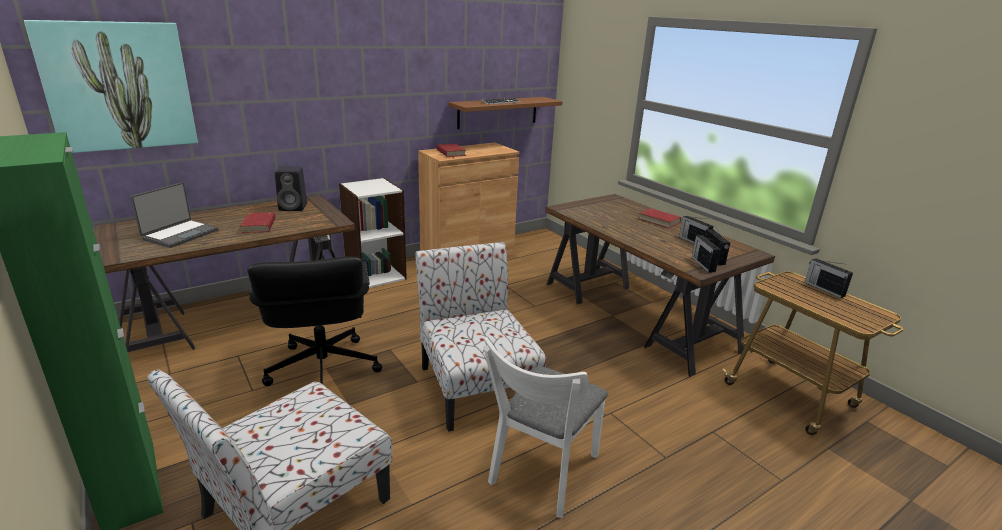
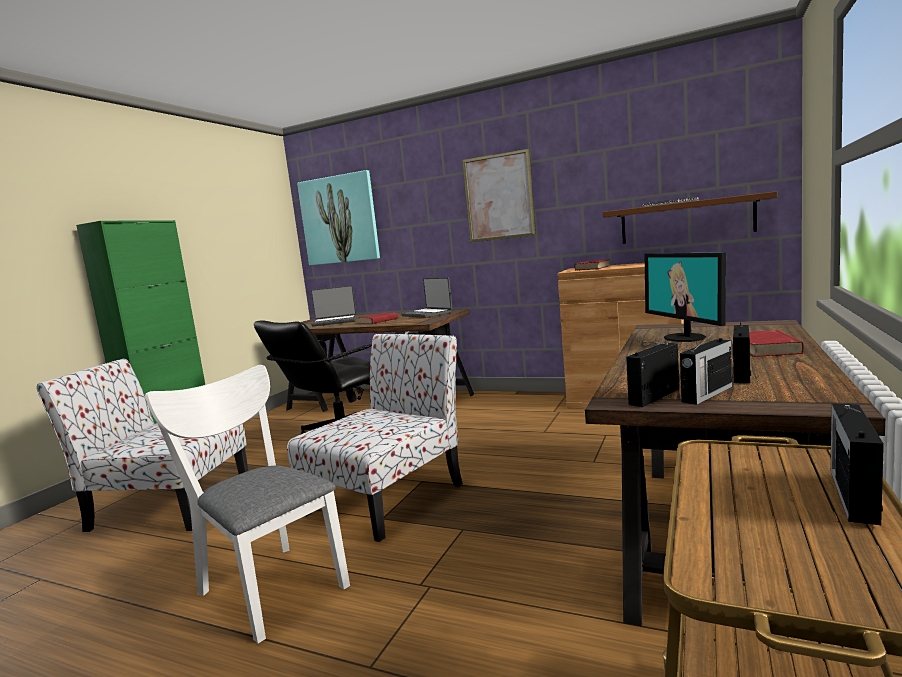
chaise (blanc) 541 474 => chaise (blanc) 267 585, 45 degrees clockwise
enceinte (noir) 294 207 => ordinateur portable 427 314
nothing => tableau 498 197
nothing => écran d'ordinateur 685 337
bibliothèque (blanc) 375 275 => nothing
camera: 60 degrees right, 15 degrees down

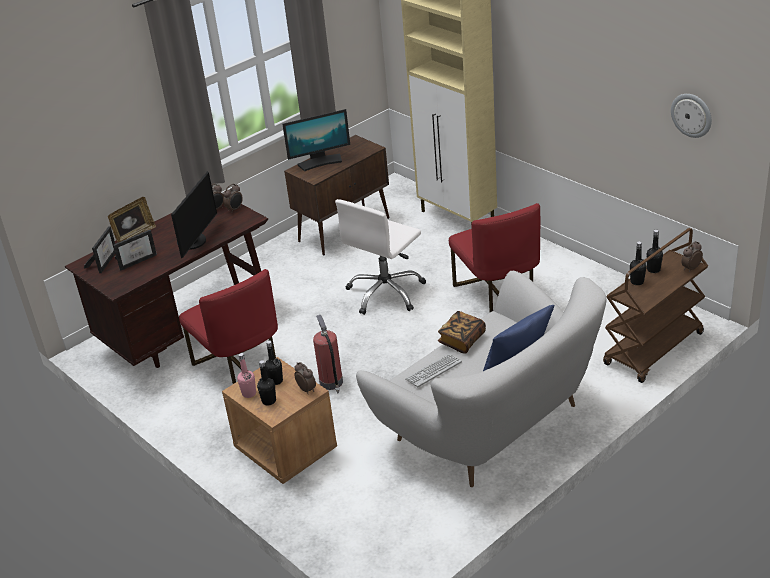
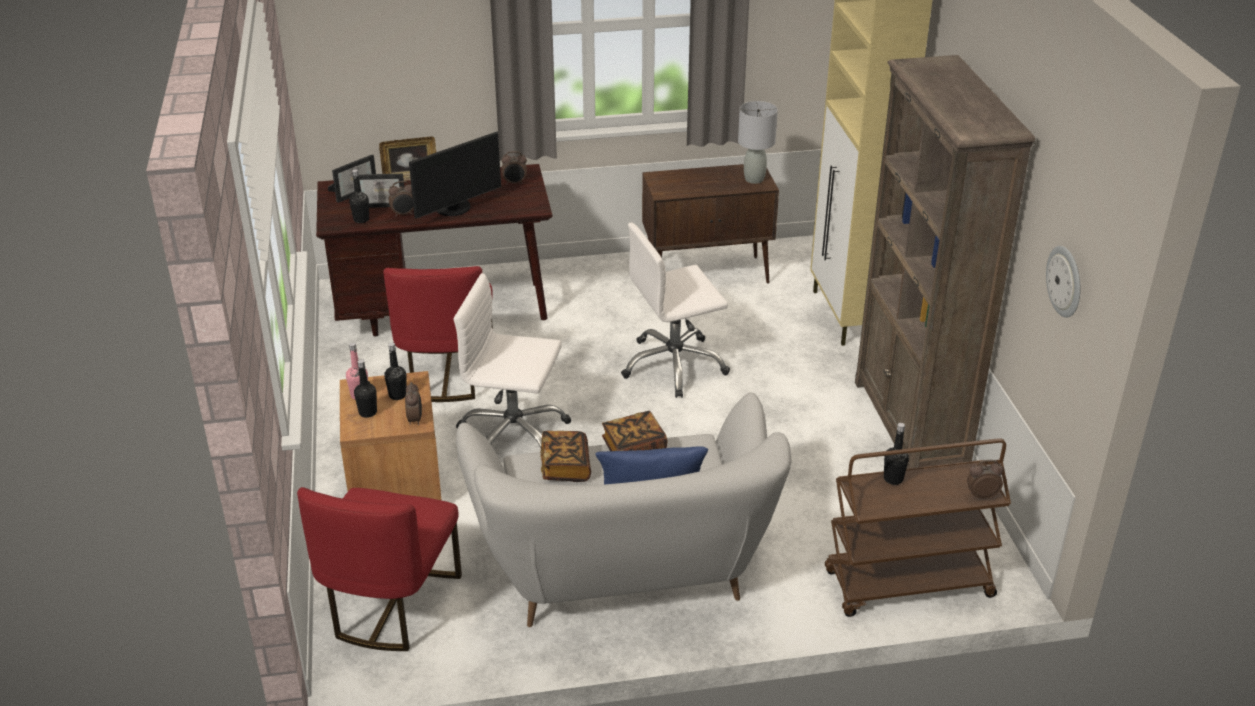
chaise (rouge) 497 294 => chaise (rouge) 391 605, shifted
bouteille (noir) 653 269 => bouteille (noir) 361 219, shifted
réveil 235 209 => réveil 403 214, shifted
extincteur 331 383 => chaise de bureau (blanc) 513 436
clavier 433 371 => livre 565 467
nothing => lampe de table (gris) 754 179
nothing => bibliothèque (marron) 909 427
écran d'ordinateur 320 162 => nothing
camera: 30 degrees right, 0 degrees up

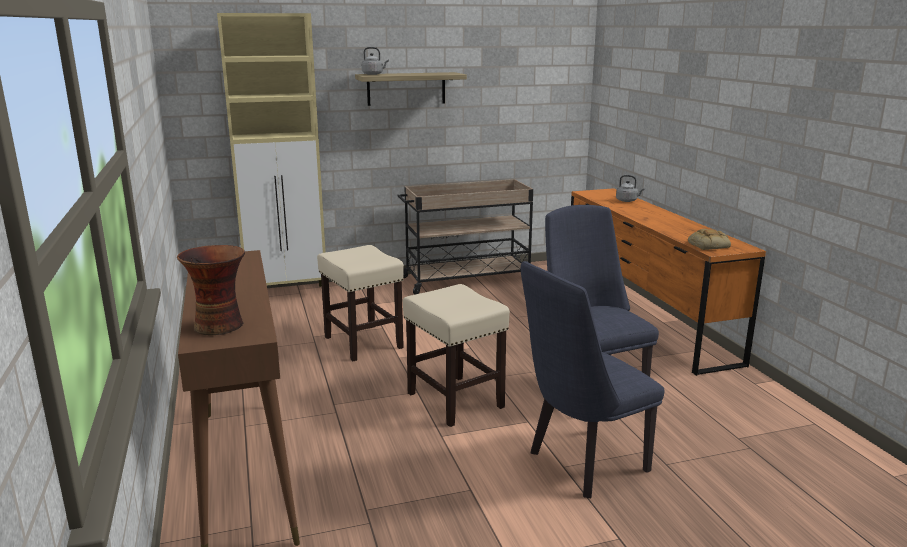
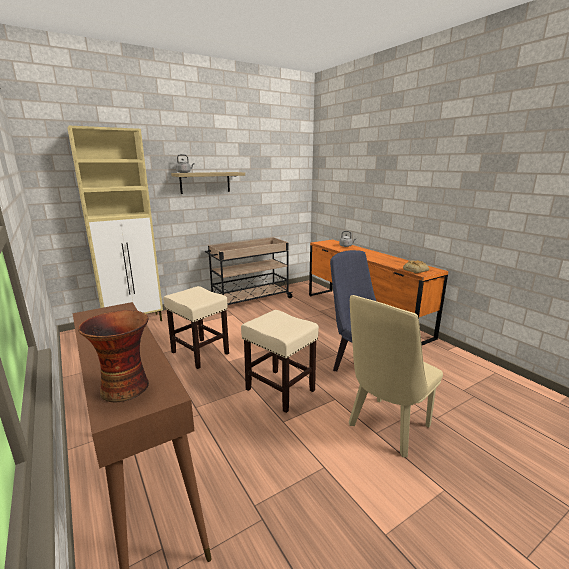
chaise (bleu) 581 465 => chaise (beige) 386 429
camera: 15 degrees left, 0 degrees up

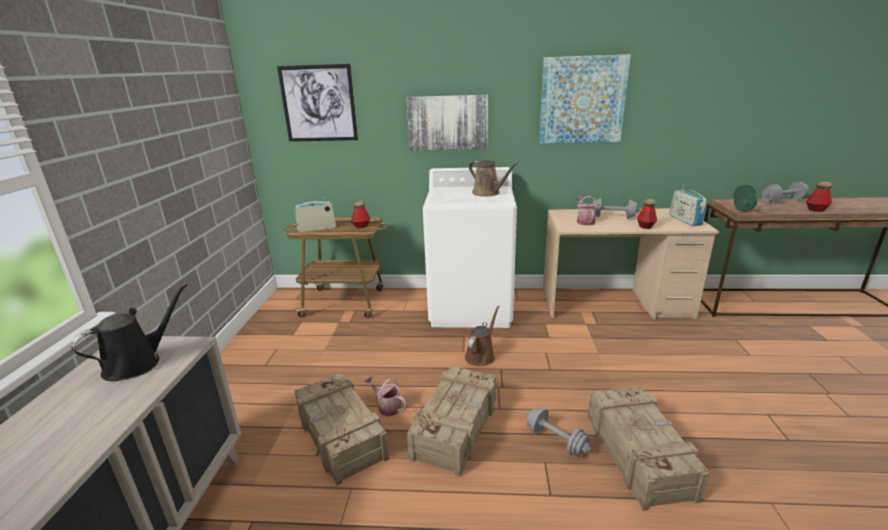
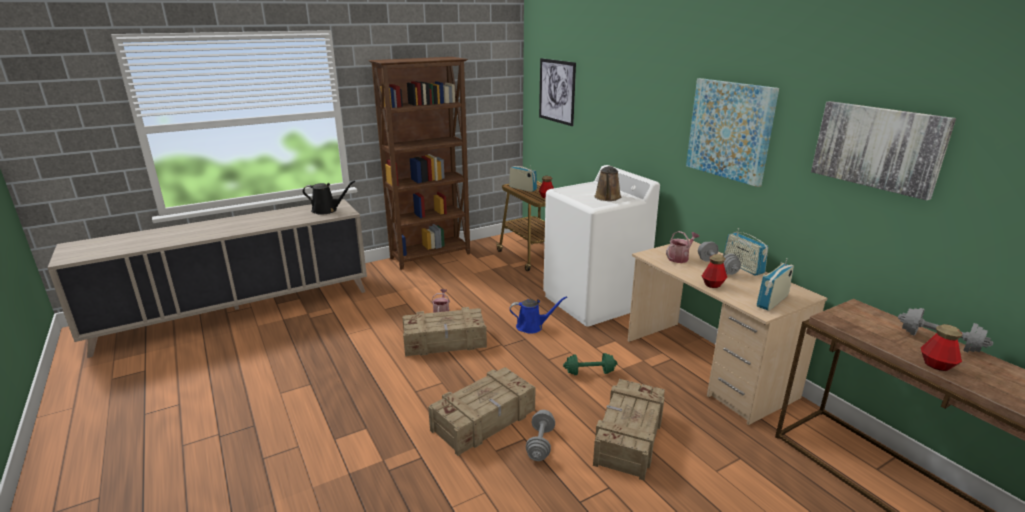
nothing => bibliothèque (marron) 431 256
arrosoir (marron) 481 355 => arrosoir (bleu) 532 326
haltère (gris) 556 441 => haltère (gris) 540 444, shifted
haltère (vert) 742 207 => haltère (vert) 589 372, shifted
caisse 340 436 => caisse 628 437, shifted
nothing => radio 742 267
tableau 448 122 => tableau 878 147, shifted
camera: 55 degrees right, 0 degrees up

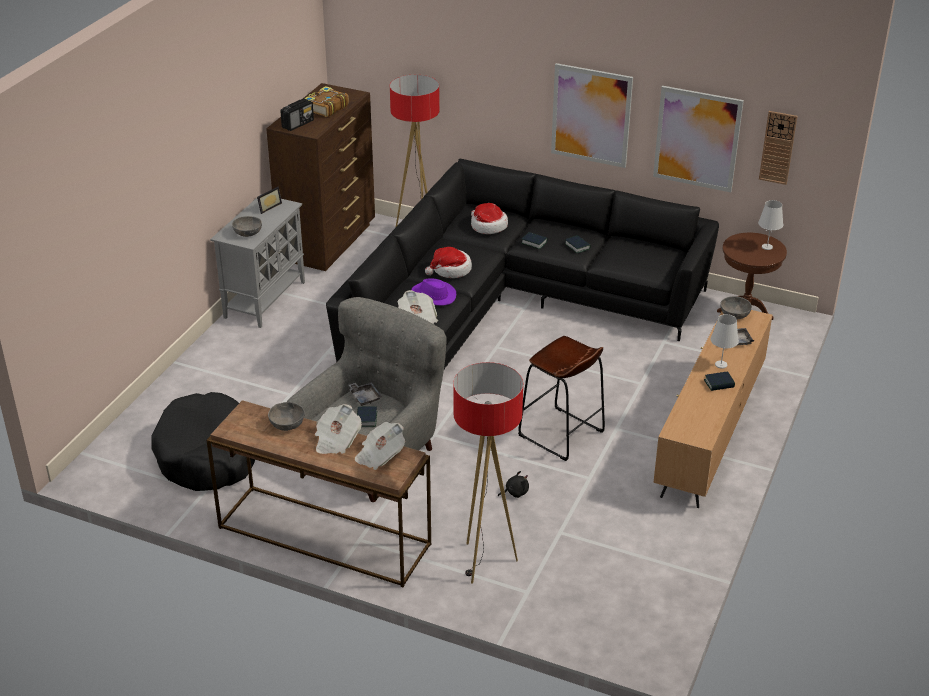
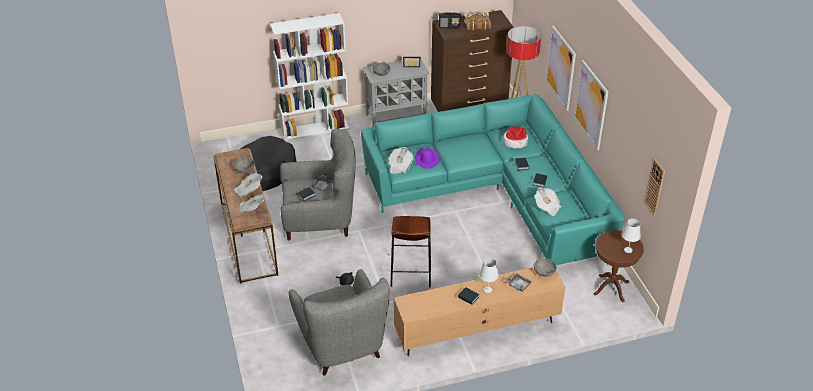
nothing => bibliothèque (blanc) 315 129
nothing => fauteuil (gris) 341 344
canapé (noir) 507 304 => canapé (turquoise) 498 194
nothing => journal 547 207
tableau 697 138 => tableau 561 68, shifted
chapeau 450 270 => nothing
lampadaire 485 562 => nothing
camera: 50 degrees right, 5 degrees up

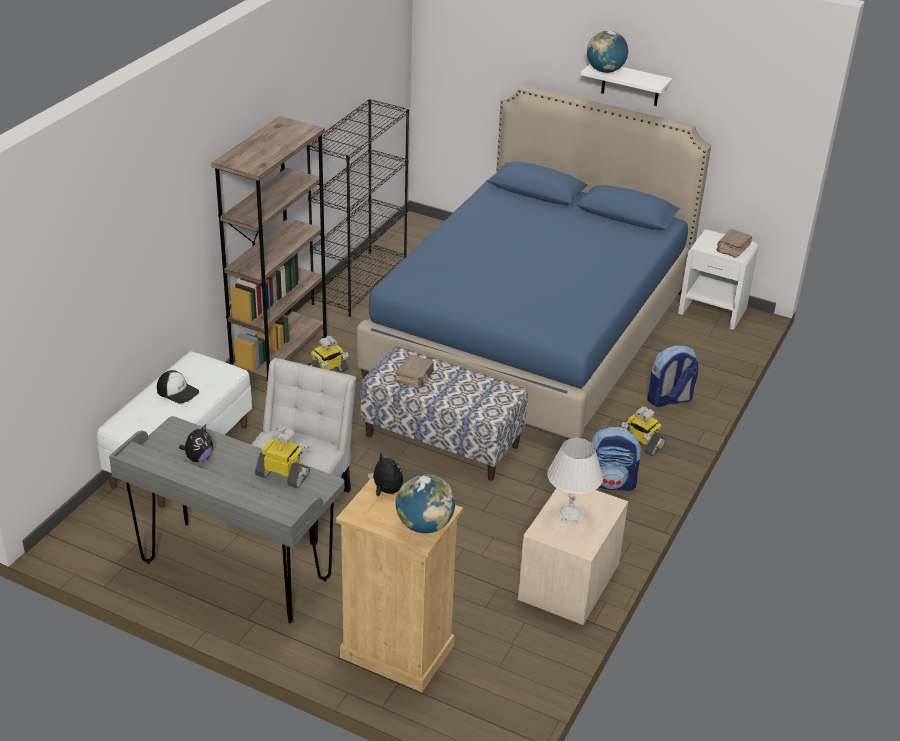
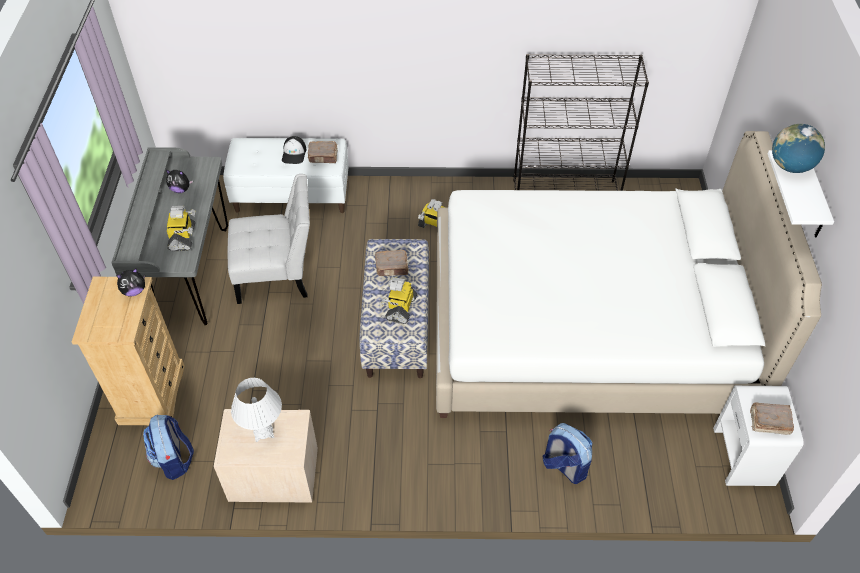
peluche 386 491 => peluche 134 291, 45 degrees clockwise
sac à dos 611 482 => sac à dos 174 459, shifted
nothing => livre (marron) 323 157
robot jouet 641 444 => robot jouet 400 308, shifted
lit (bleu) 531 333 => lit (blanc) 586 328
bibliothèque (marron) 280 356 => nothing
globe 424 525 => nothing
camera: 65 degrees right, 15 degrees up

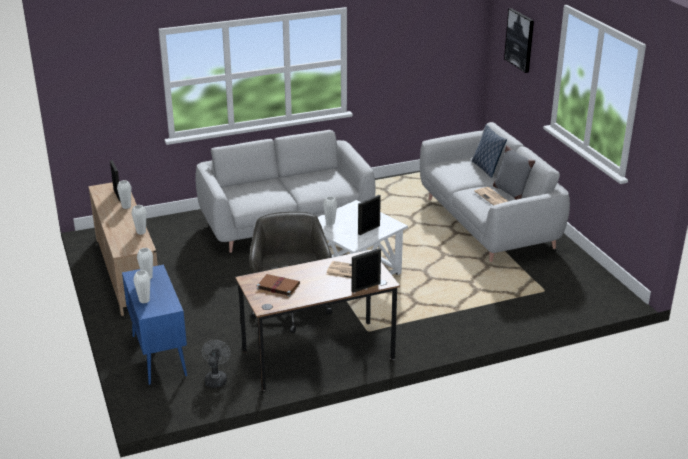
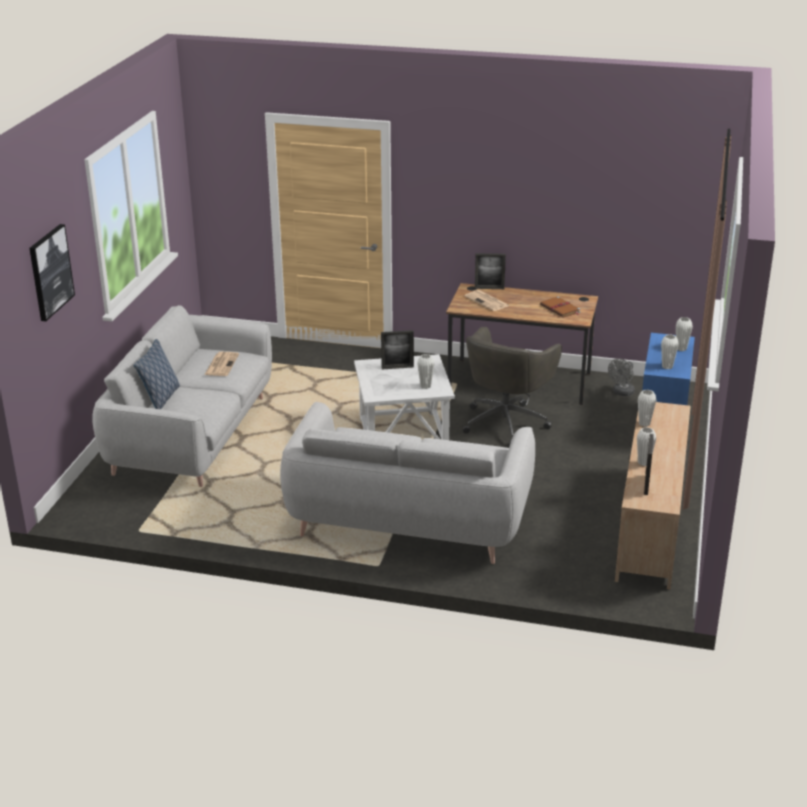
coussin (gris) 510 192 => nothing
camera: 145 degrees left, 0 degrees up

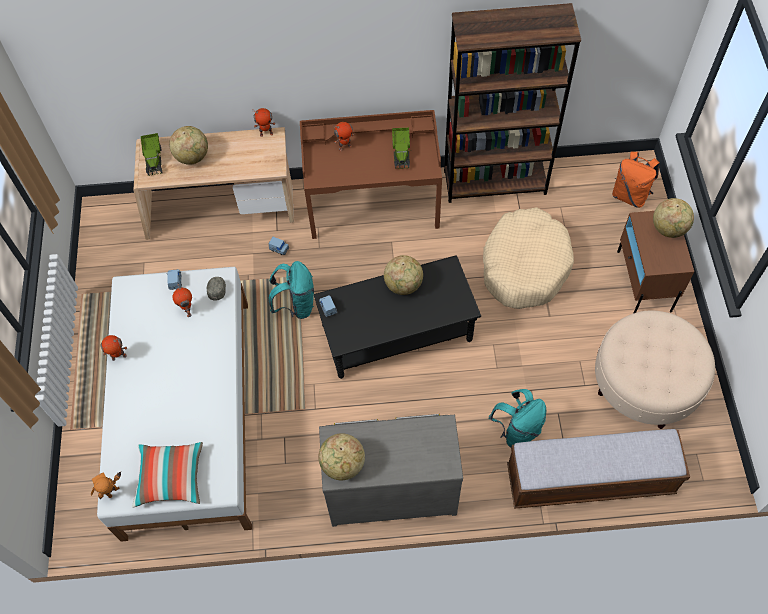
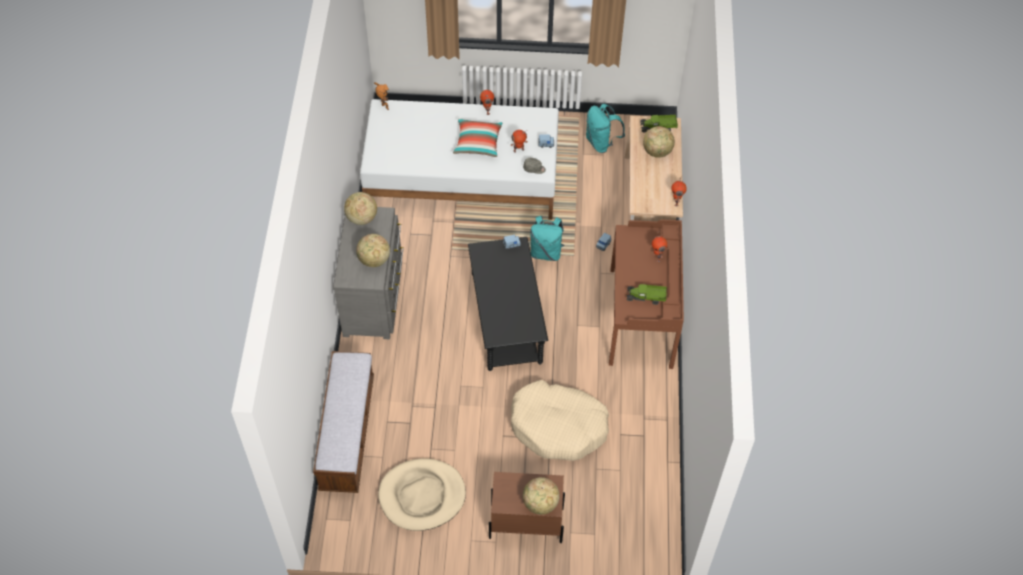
globe 403 285 => globe 374 260, shifted
pouf (beige) 644 384 => panier pour chien (beige) 422 496
coussin 170 477 => coussin 477 143, shifted
sac à dos (turquoise) 517 430 => sac à dos (turquoise) 601 143, shifted
bibliothèque (marron) 495 182 => nothing
sac à dos (orange) 630 195 => nothing
camera: 95 degrees right, 5 degrees down

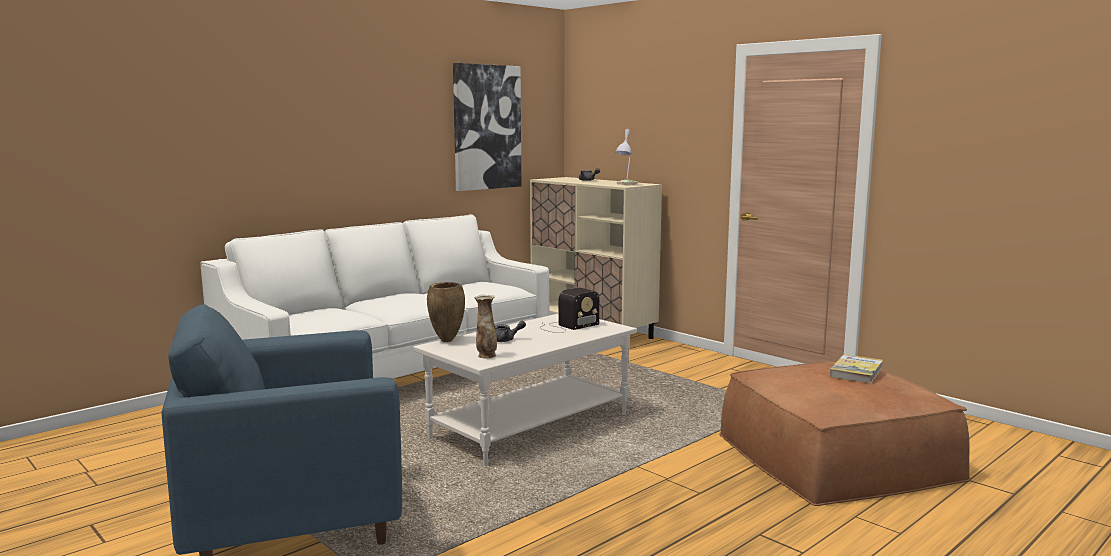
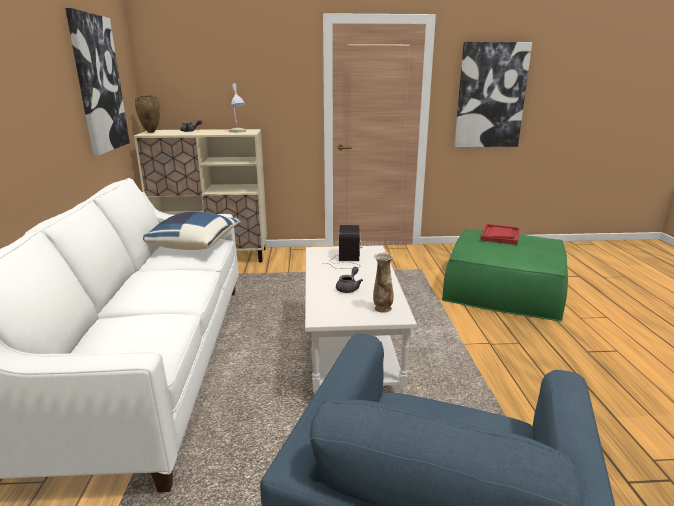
vase (marron) 446 341 => vase (marron) 151 132, shifted
nothing => coussin (bleu) 193 245
pouf (marron) 836 456 => pouf (vert) 503 288
nothing => tableau 490 96
livre 856 372 => plateau (rouge) 500 235
camera: 50 degrees left, 10 degrees up

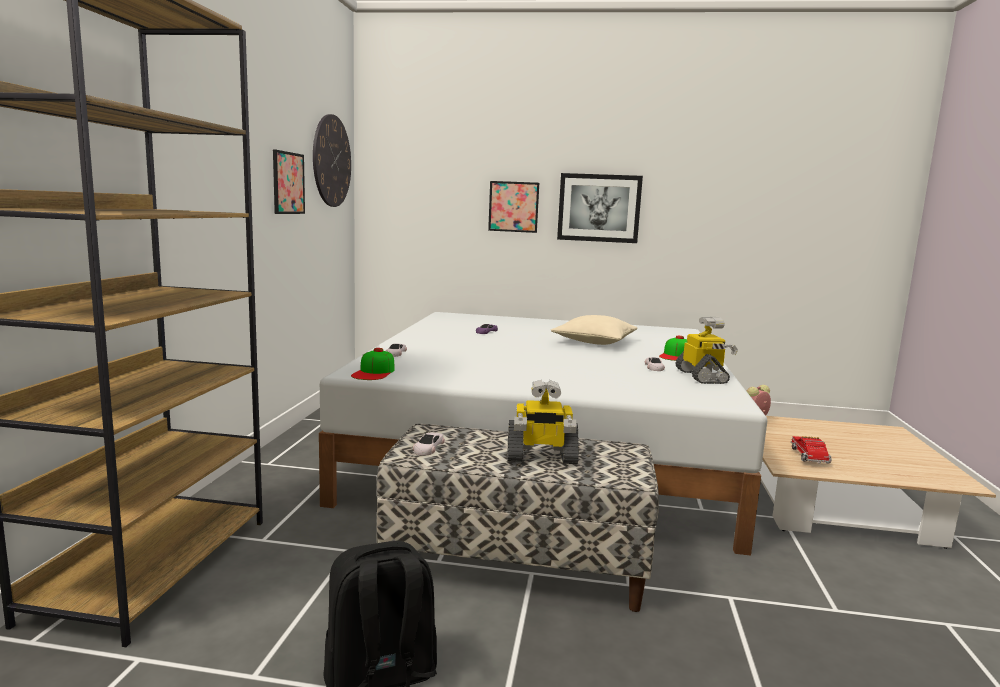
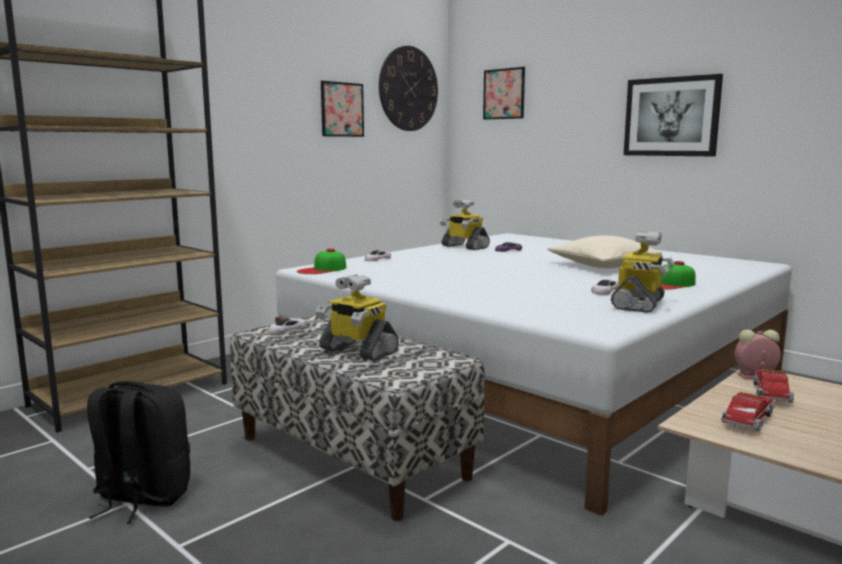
nothing => robot jouet 464 247
tableau 513 206 => tableau 504 94, shifted
nothing => camion jouet 771 396
camera: 35 degrees right, 0 degrees up

